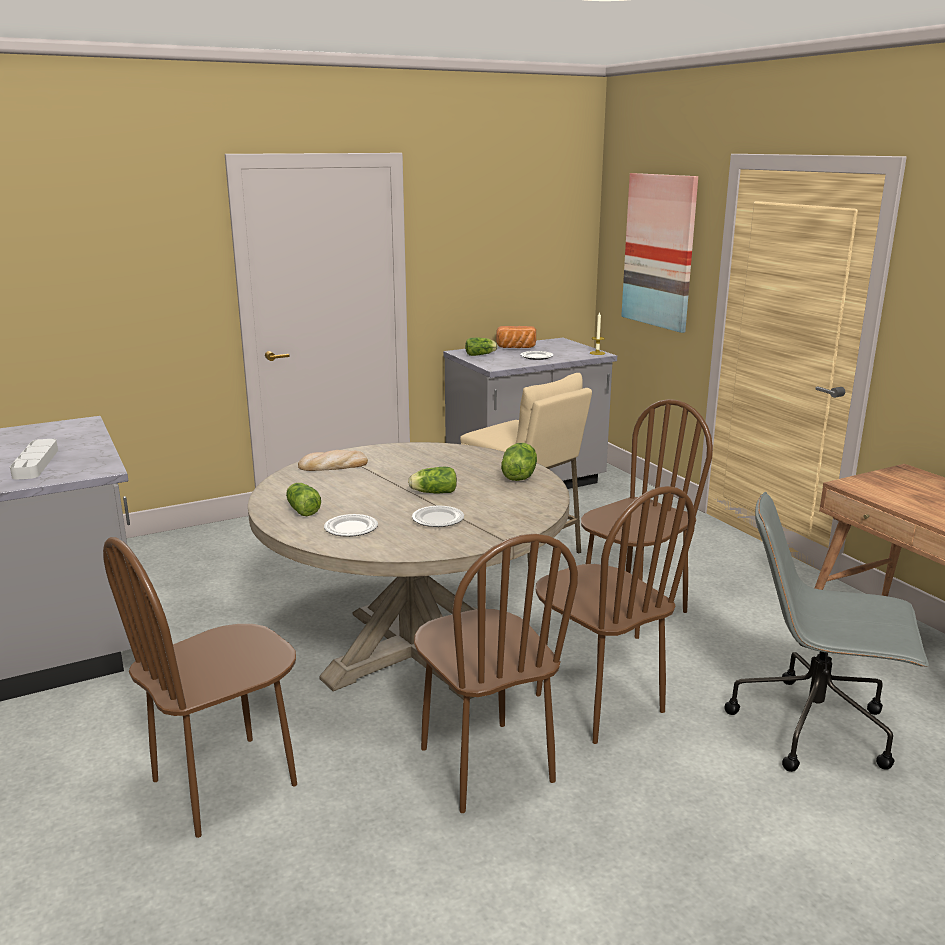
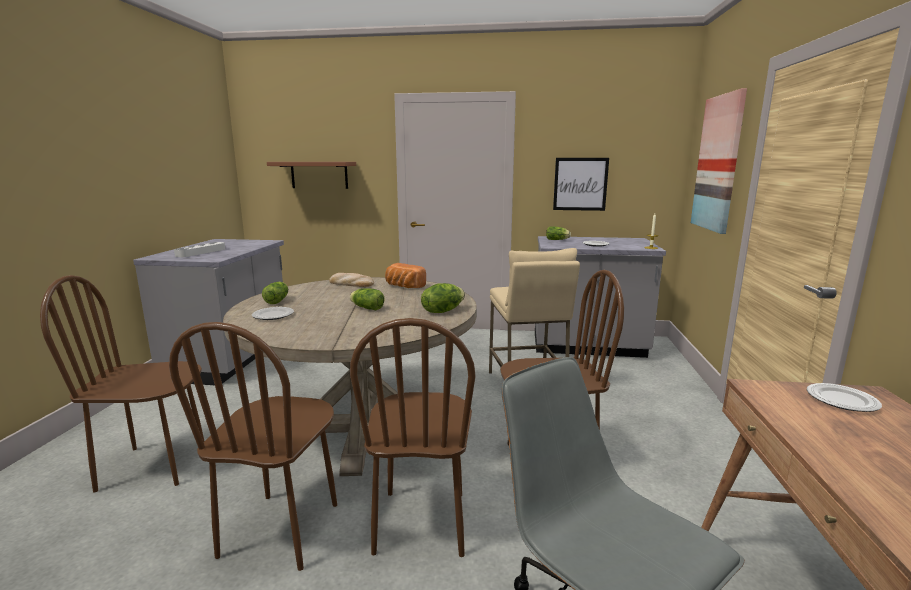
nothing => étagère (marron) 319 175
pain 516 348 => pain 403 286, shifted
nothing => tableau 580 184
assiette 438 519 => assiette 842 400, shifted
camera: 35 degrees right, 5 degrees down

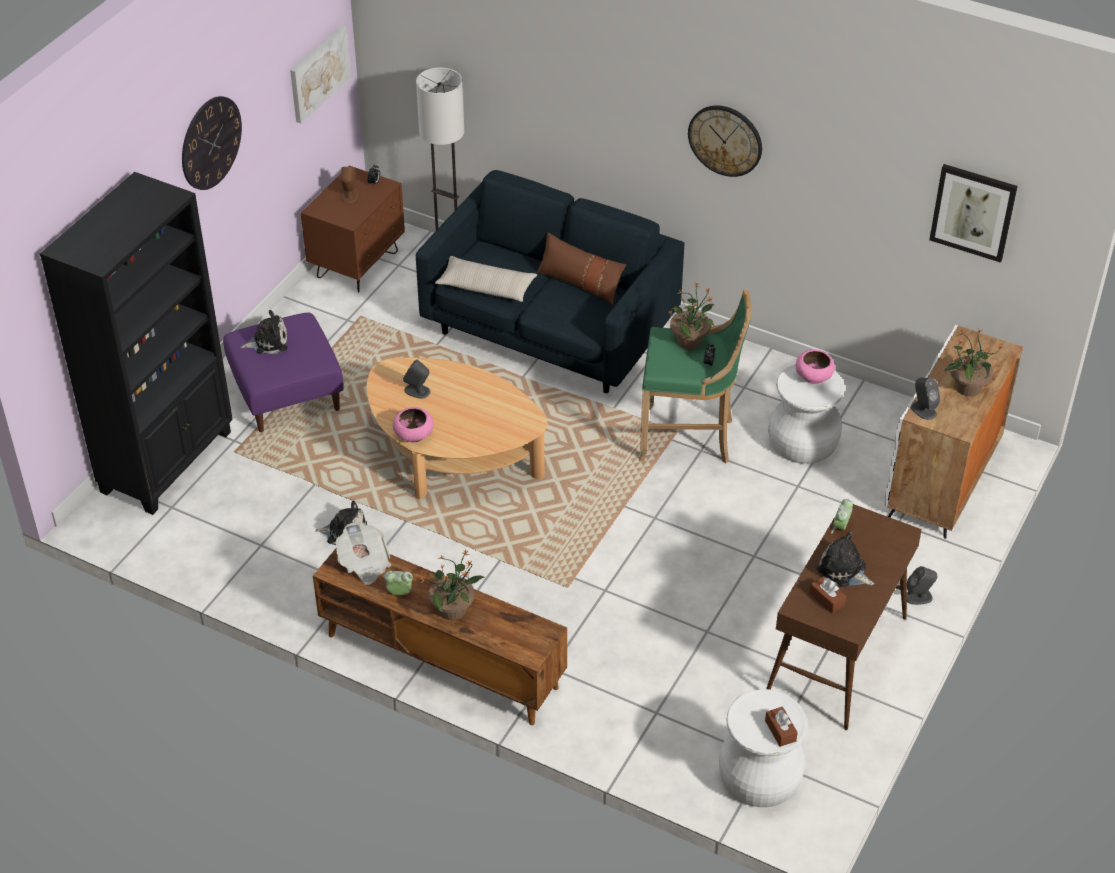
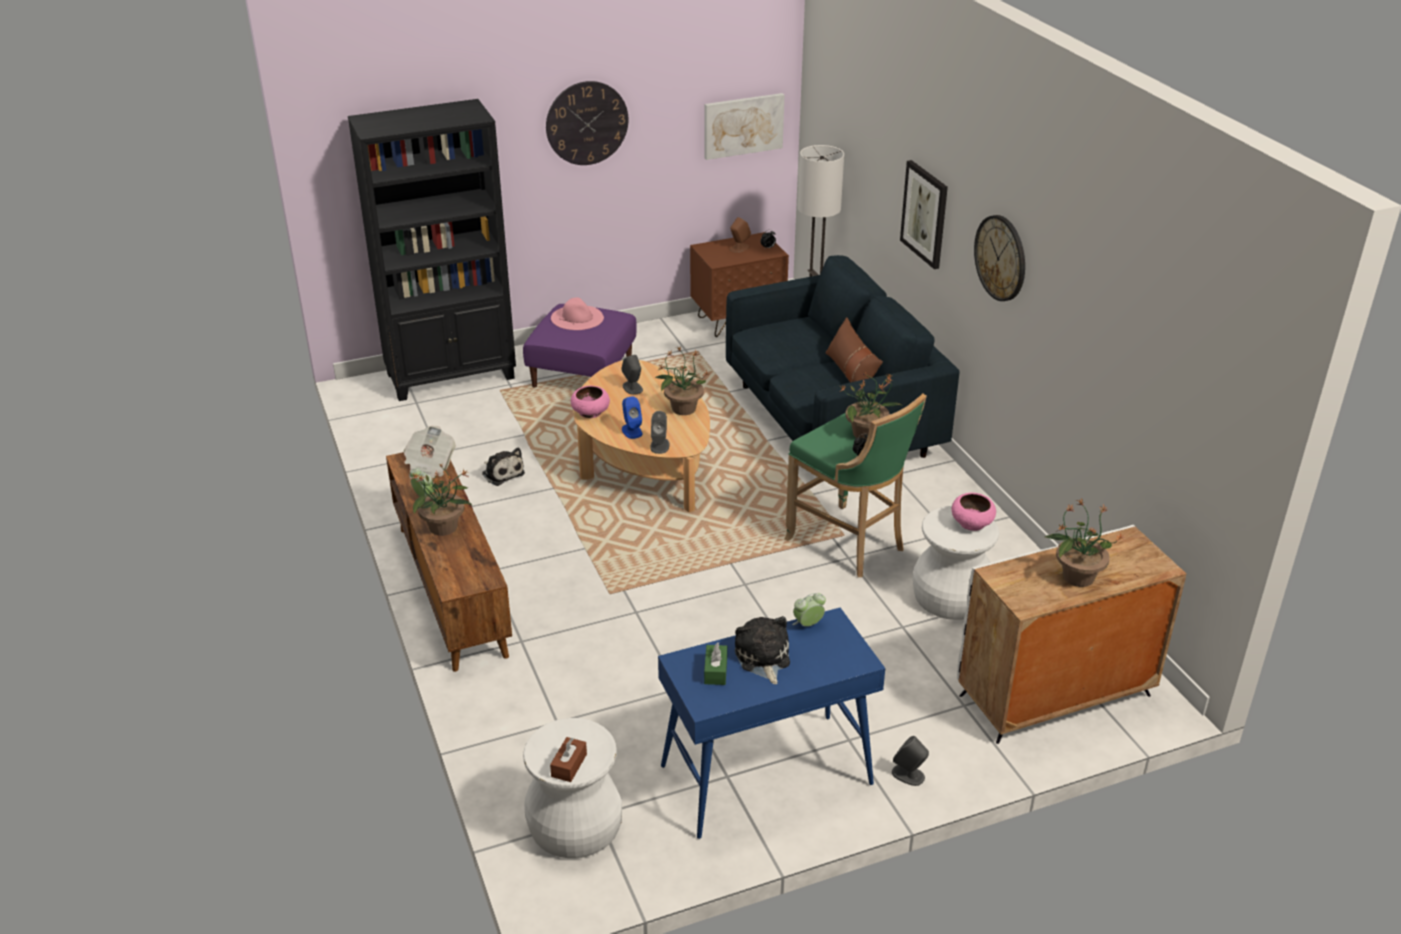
peluche 268 342 => chapeau (rose) 577 317
nothing => enceinte (bleu) 631 431
enceinte (gris) 923 410 => enceinte (gris) 660 445, shifted
nothing => plante en pot 683 408
table console (marron) 836 657 => table console (bleu) 765 776
boîte à mouchoirs (marron) 826 599 => boîte à mouchoirs (vert) 715 671
tableau 973 212 => tableau 925 214, shifted
coussin (beige) 486 287 => nothing
camera: 40 degrees right, 10 degrees down

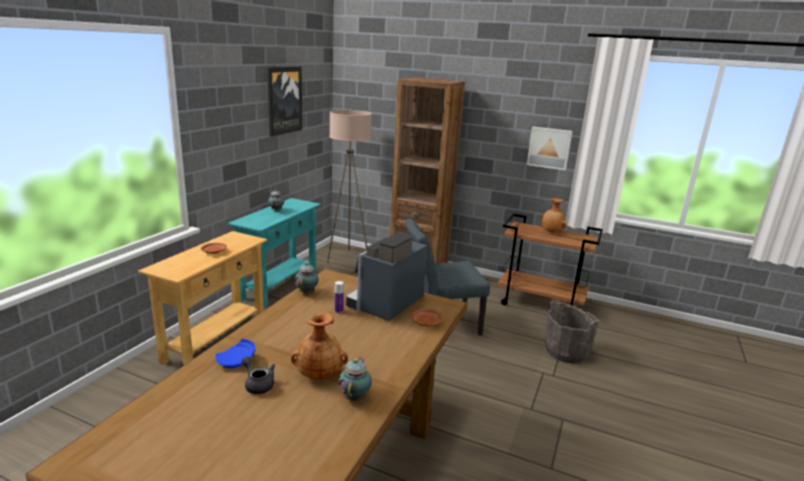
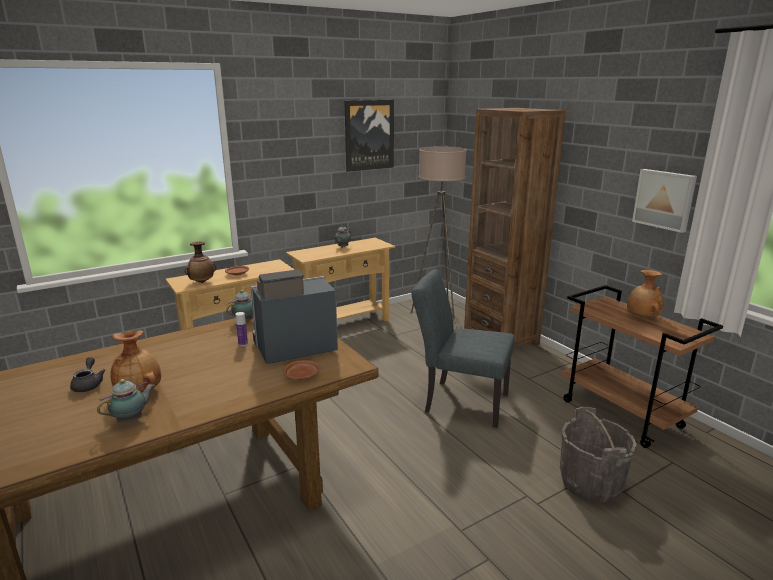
nothing => vase 202 282
table console (turquoise) 279 286 => table console (beige) 343 324
assiette (bleu) 237 361 => nothing
camera: 35 degrees right, 0 degrees up

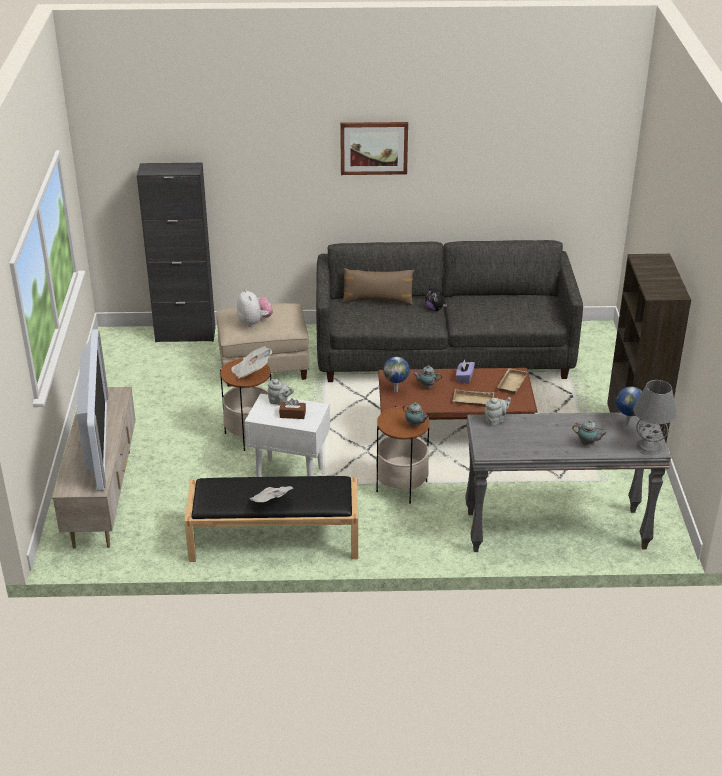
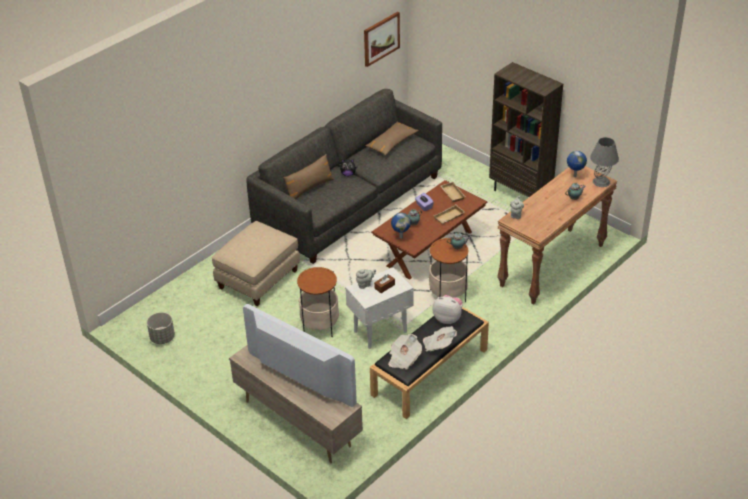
nothing => cache-pot (gris) 162 338
tableau 374 147 => tableau 381 38, shifted
nothing => coussin (marron) 391 143
journal 251 371 => journal 403 358, shifted
peluche 254 322 => peluche 448 318, shifted
table console (gris) 555 531 => table console (marron) 552 266
meuble de rangement (noir) 185 335 => nothing
camera: 45 degrees left, 5 degrees up

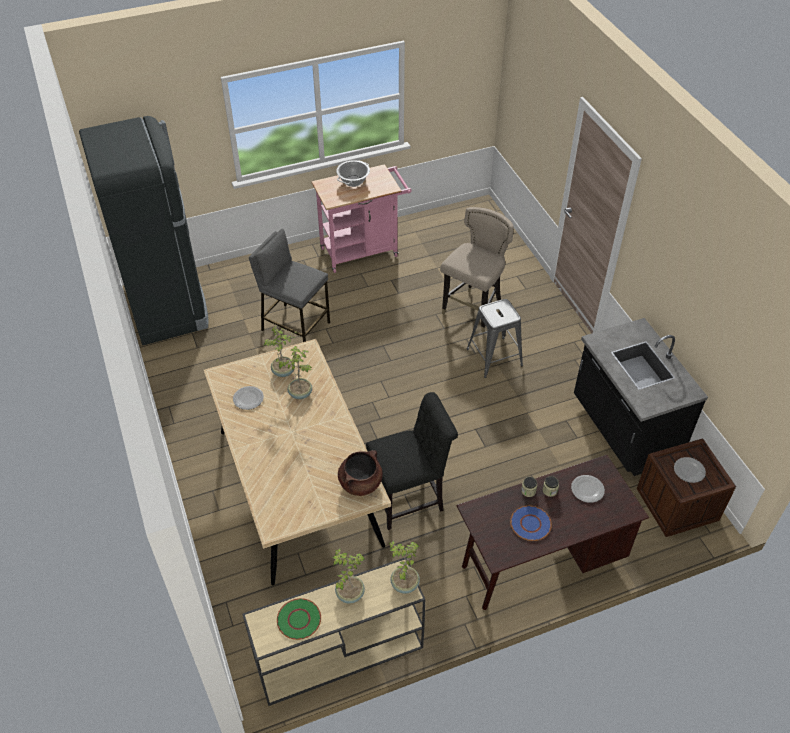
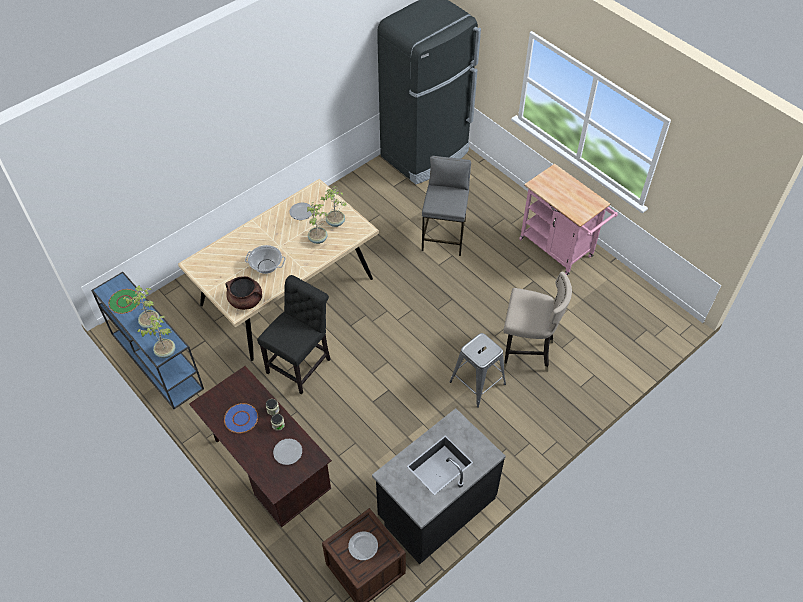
table console (beige) 338 655 => table console (bleu) 156 360
marmite 353 181 => marmite 266 266, shifted
chaise (noir) 410 498 => chaise (noir) 301 364, 105 degrees counterclockwise
camera: 70 degrees right, 5 degrees up

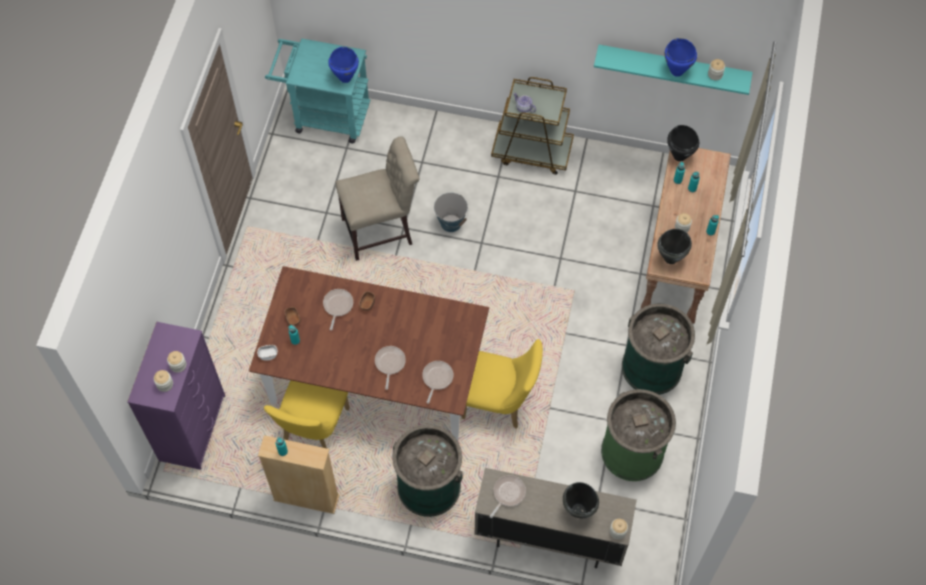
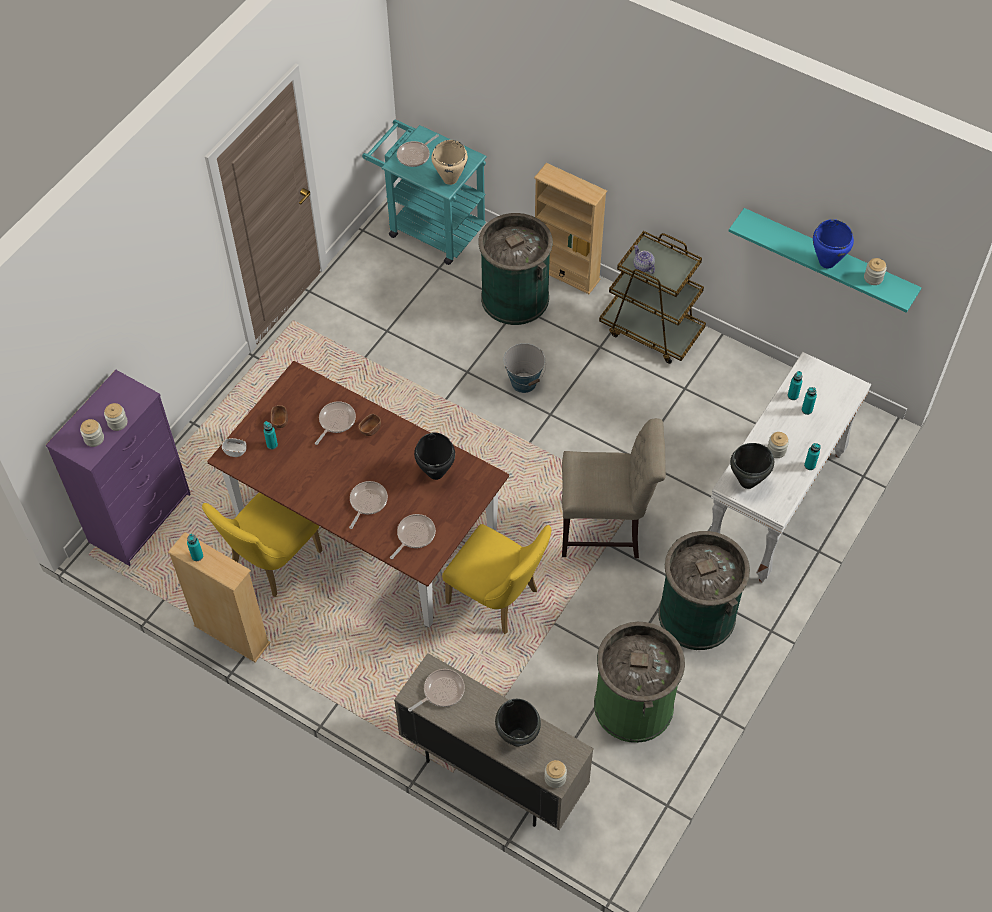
nothing => poêle 415 155
marmite (noir) 679 156 => marmite (noir) 436 472, shifted
marmite (bleu) 345 78 => marmite (beige) 450 179
poubelle (vert) 429 486 => poubelle (vert) 515 298, shifted
nothing => bibliothèque (beige) 566 273
chaise (beige) 381 231 => chaise (beige) 606 530, shifted
table console (marron) 677 262 => table console (blanc) 776 504
camera: 20 degrees right, 5 degrees down

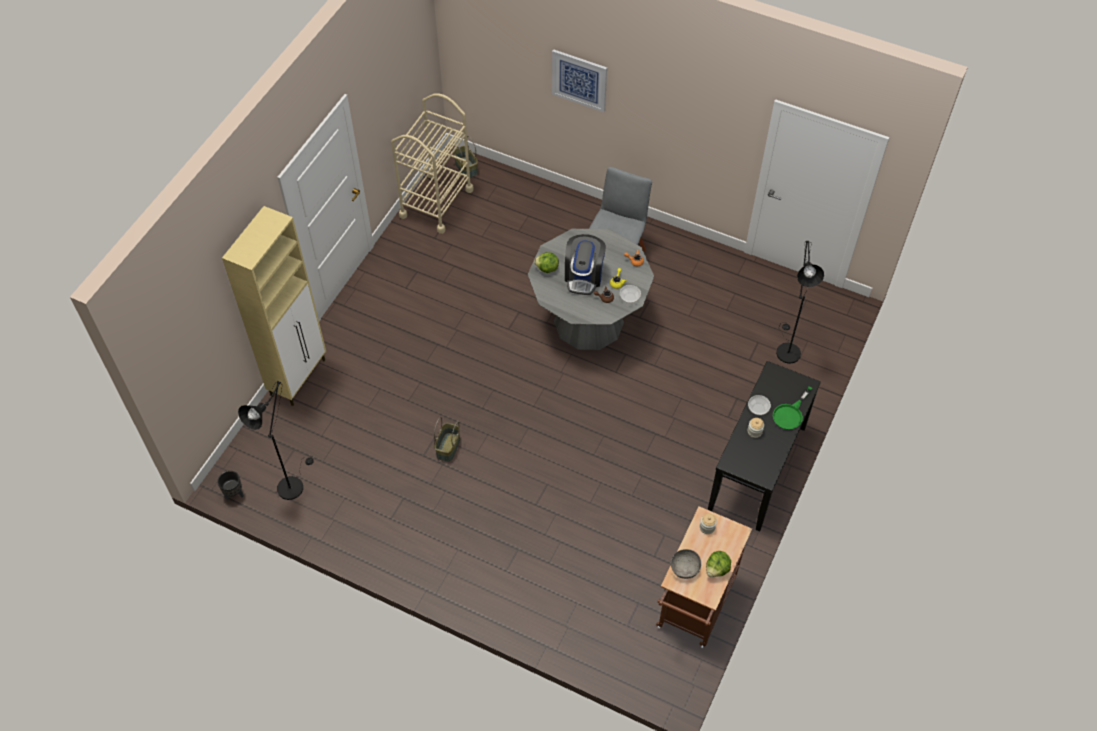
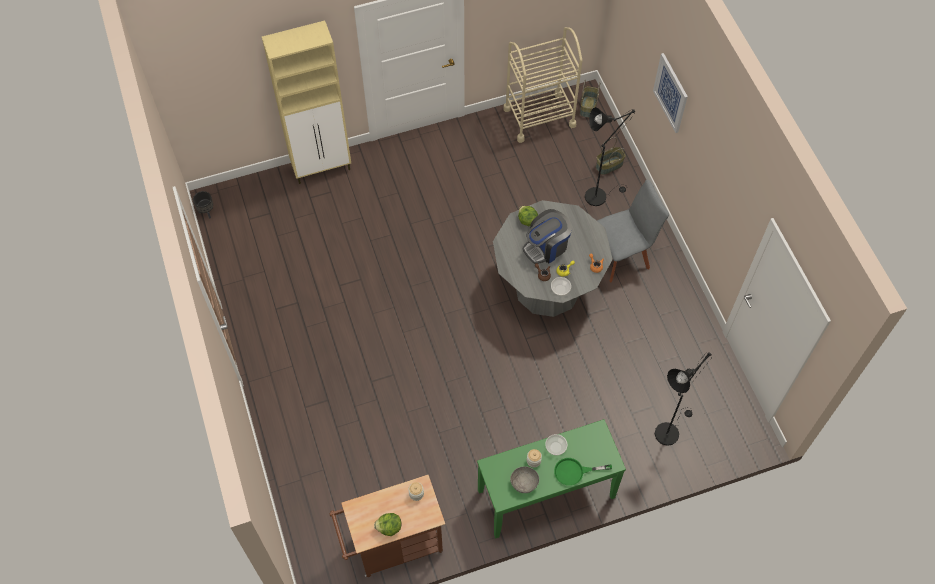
table console (noir) 758 468 => table console (vert) 546 494
bol (gris) 685 568 => bol (gris) 524 483, shifted
lampadaire (noir) 292 483 => lampadaire (noir) 599 195, shifted
panier 448 447 => panier 609 166, shifted
camera: 45 degrees right, 5 degrees up

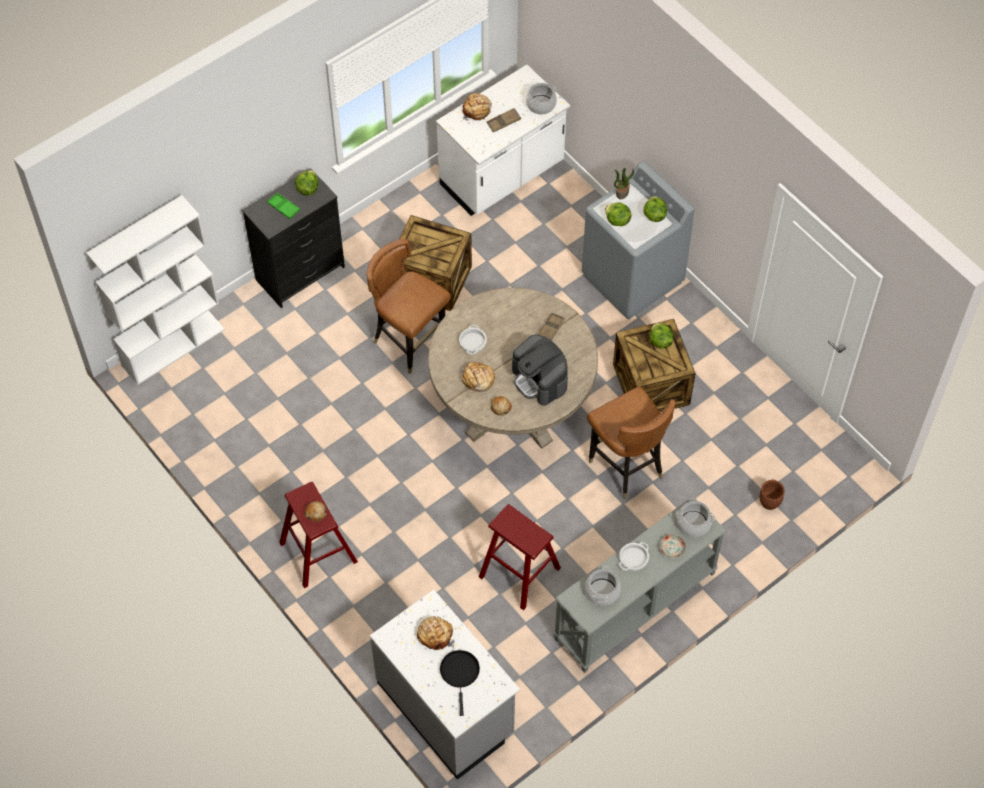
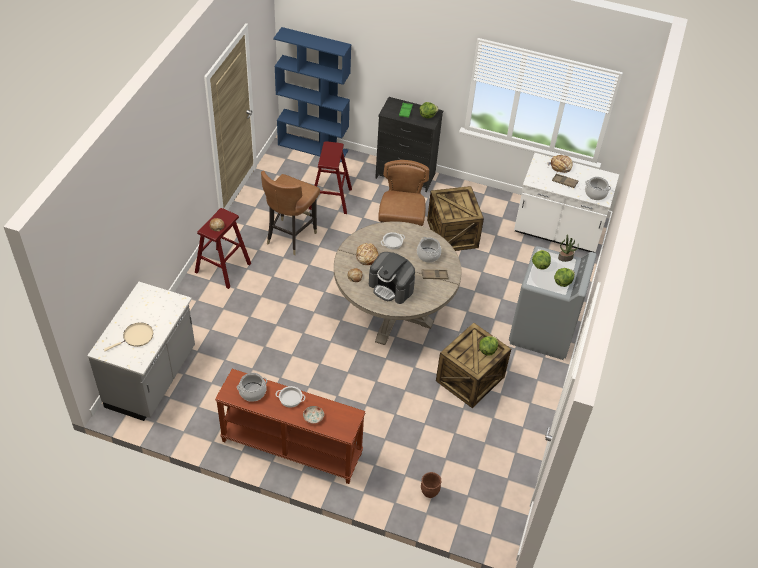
poêle (noir) 460 673 => poêle (beige) 136 337
table console (gris) 635 607 => table console (marron) 291 448
chaise (marron) 626 466 => chaise (marron) 290 236, shifted
bibliothèque (blanc) 173 347 => bibliothèque (bleu) 313 147
tabouret (rouge) 519 572 => tabouret (rouge) 330 199, shifted
machine à café 540 379 => machine à café 391 287, 75 degrees counterclockwise
marmite 693 523 => marmite 428 255, shifted
pain 435 635 => nothing
camera: 55 degrees right, 10 degrees down

